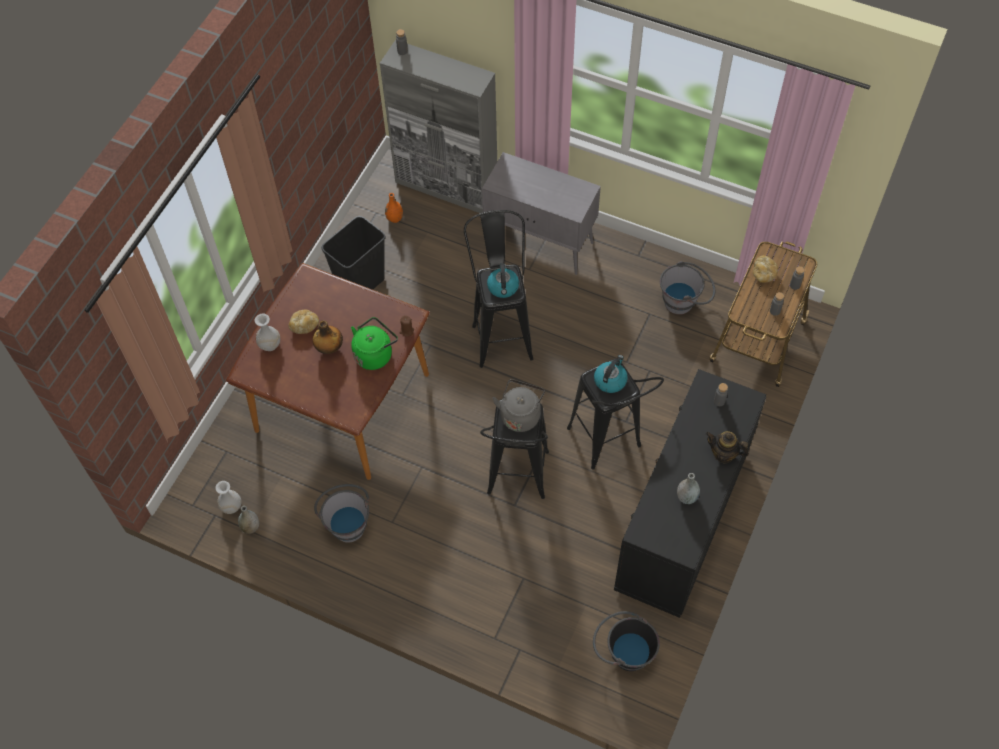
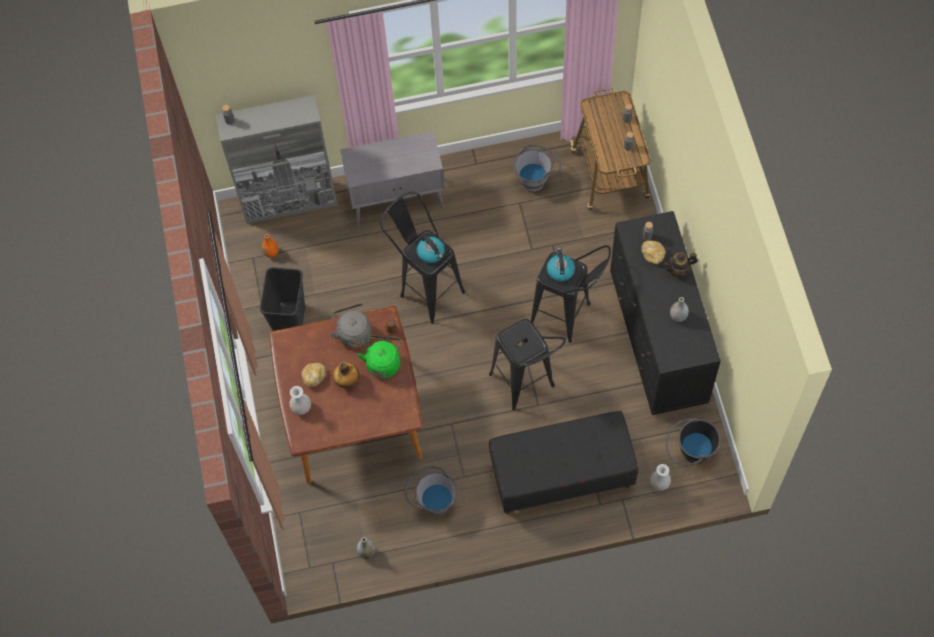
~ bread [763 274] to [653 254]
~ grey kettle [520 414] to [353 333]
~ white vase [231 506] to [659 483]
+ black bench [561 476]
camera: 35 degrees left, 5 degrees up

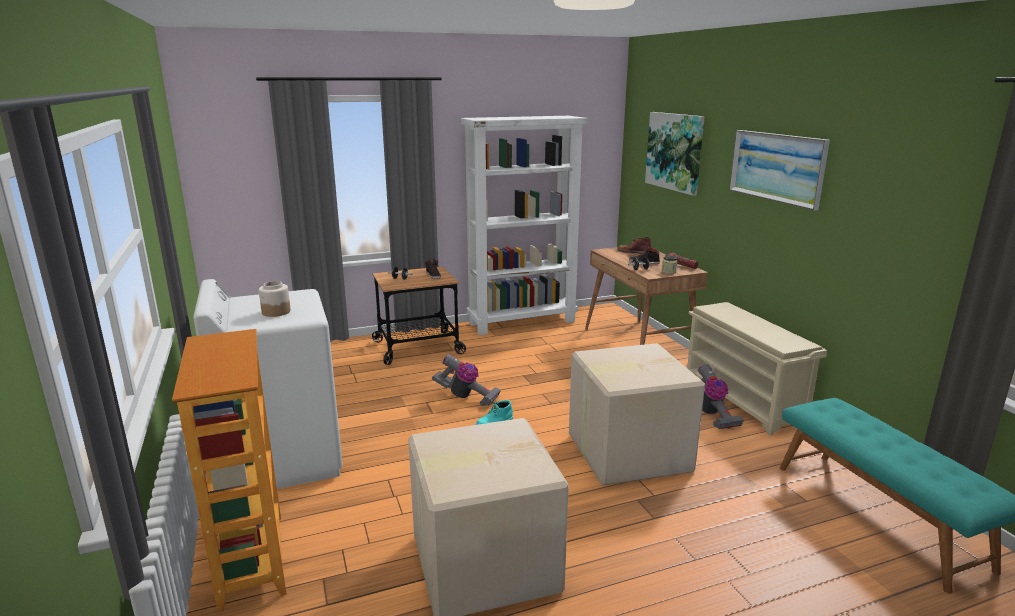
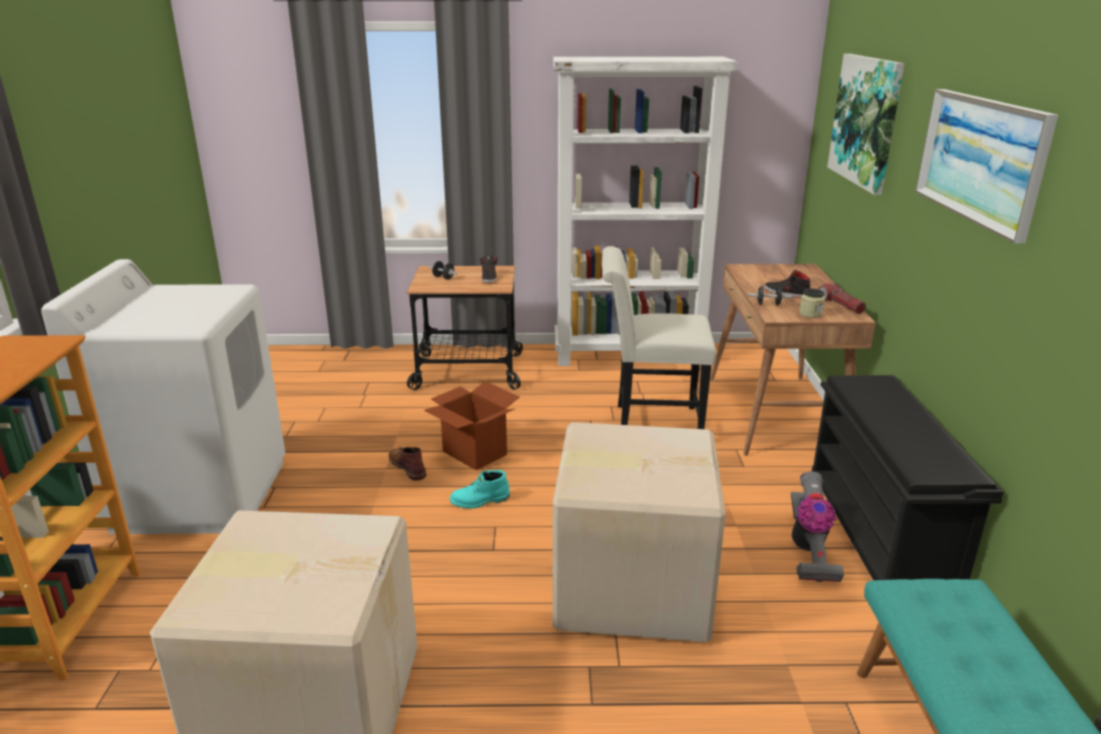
~ brown boot [634 252] to [407 466]
- jar [276 312]
~ beige shoe rack [743 400] to black shoe rack [879 538]
~ vacuum cleaner [466 397] to cardboard box [474 453]
+ white chair [649 424]
camera: 20 degrees right, 5 degrees up

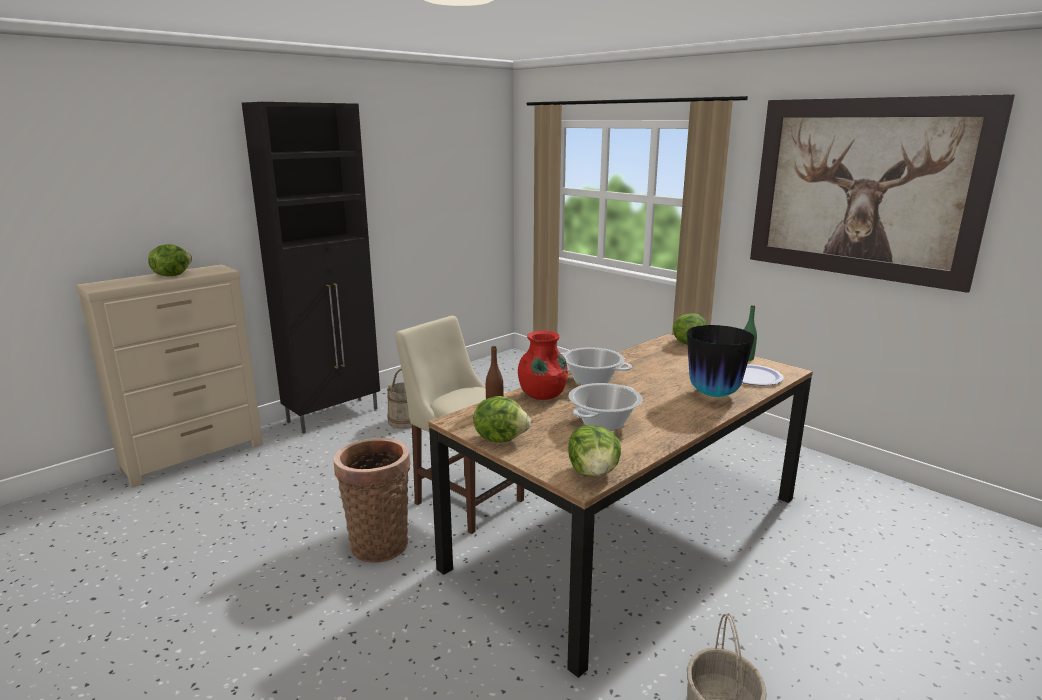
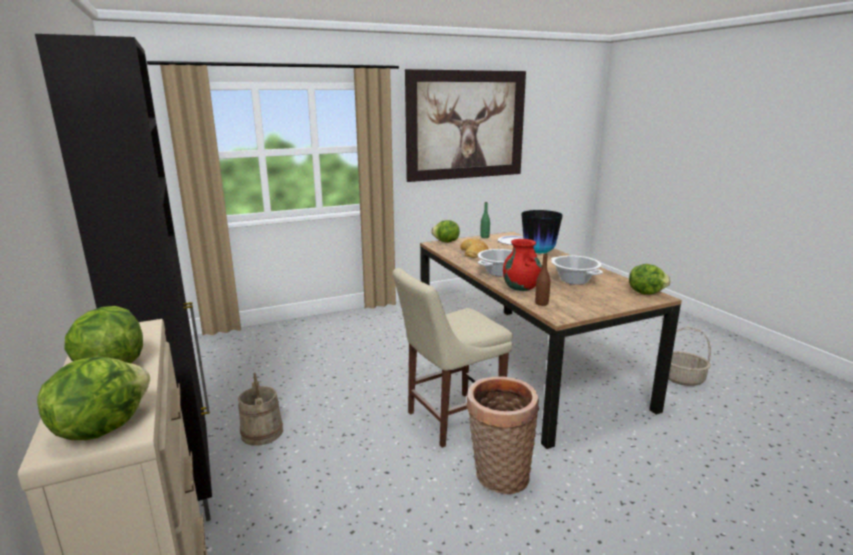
~ lettuce [501 438] to [101 427]
+ bread [474 252]
camera: 70 degrees left, 0 degrees up

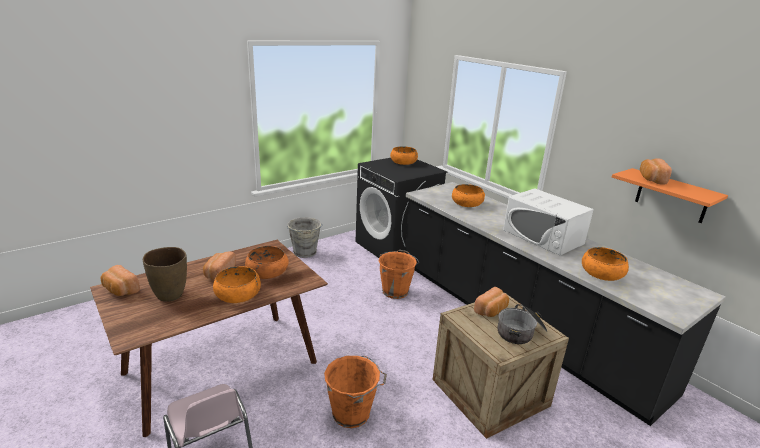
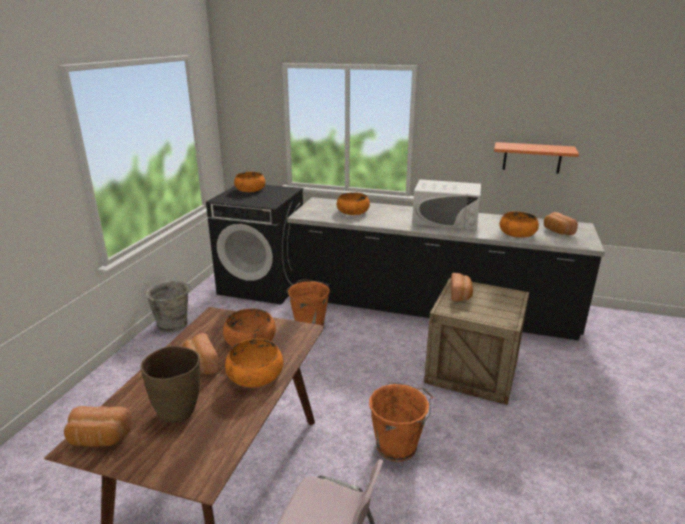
~ bread [651 179] to [557 231]
- cooking pot [520 332]
camera: 35 degrees left, 0 degrees up

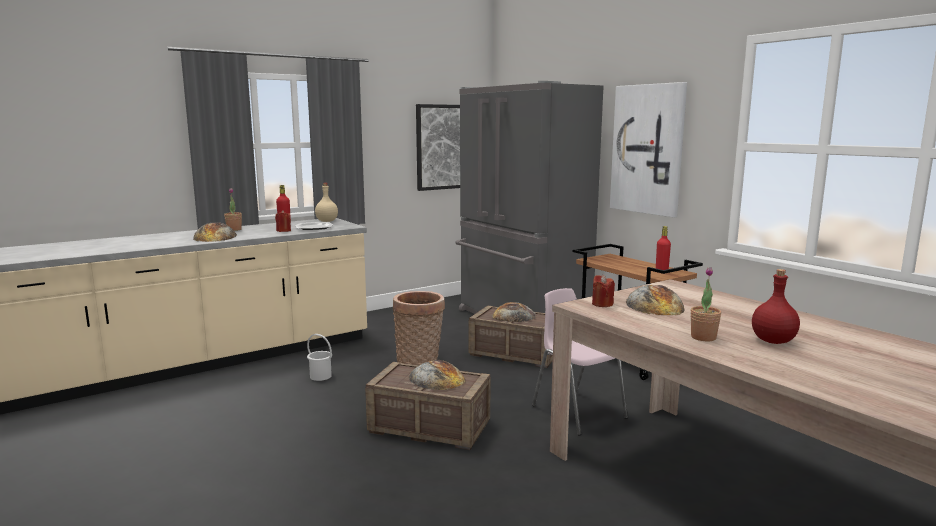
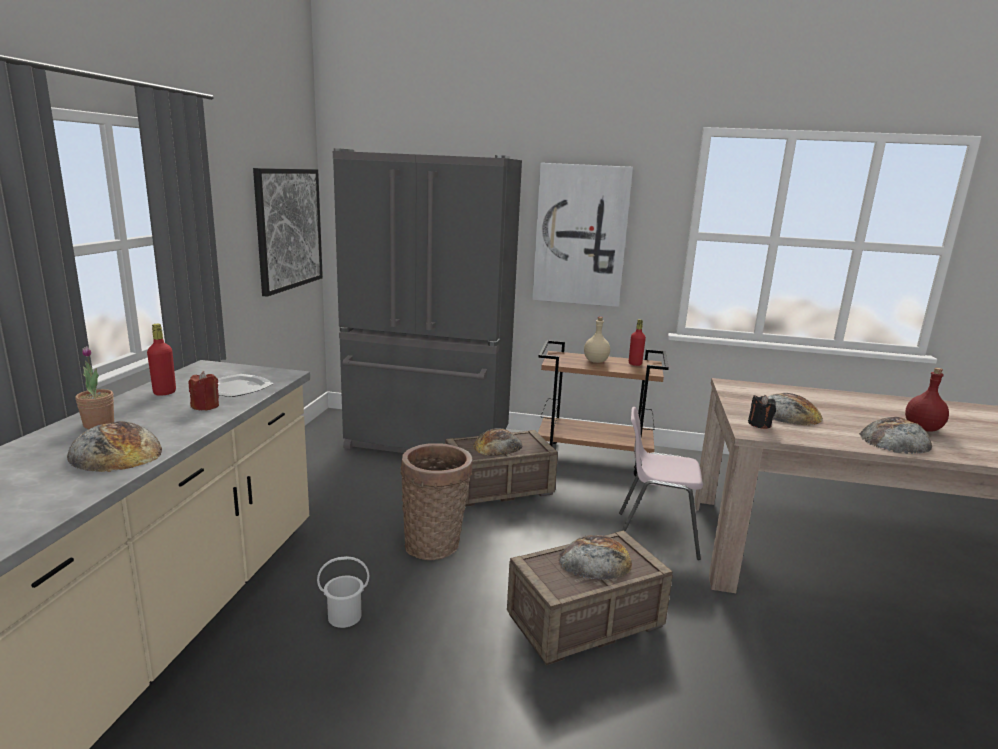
~ beige bottle [327 221] to [596 361]
~ potted plant [703 337] to bread [895 440]
~ red candle [602 304] to black candle [759 424]
camera: 45 degrees left, 5 degrees up

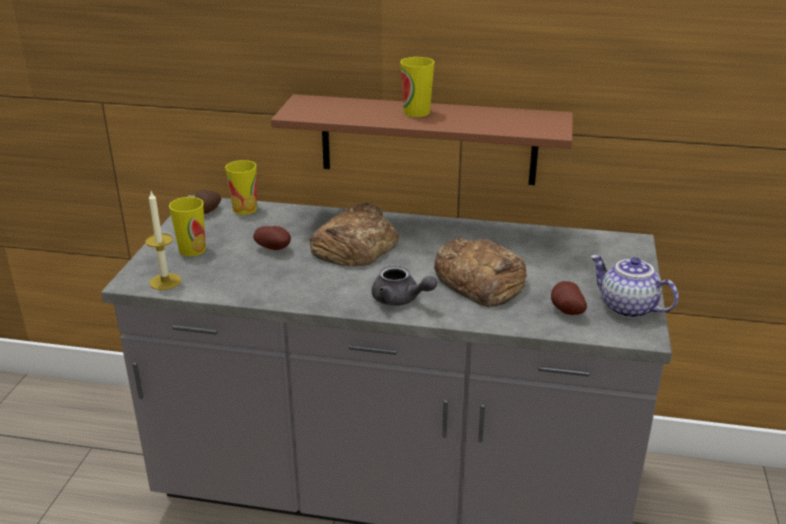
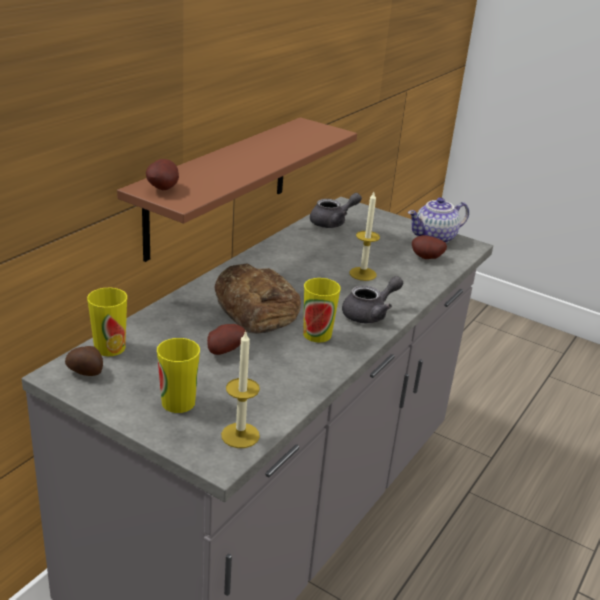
~ cup [416 112] to [317 334]
~ bread [479 281] to candle [363 274]
+ potato [164 189]
+ grey teapot [333 222]
camera: 70 degrees left, 0 degrees up

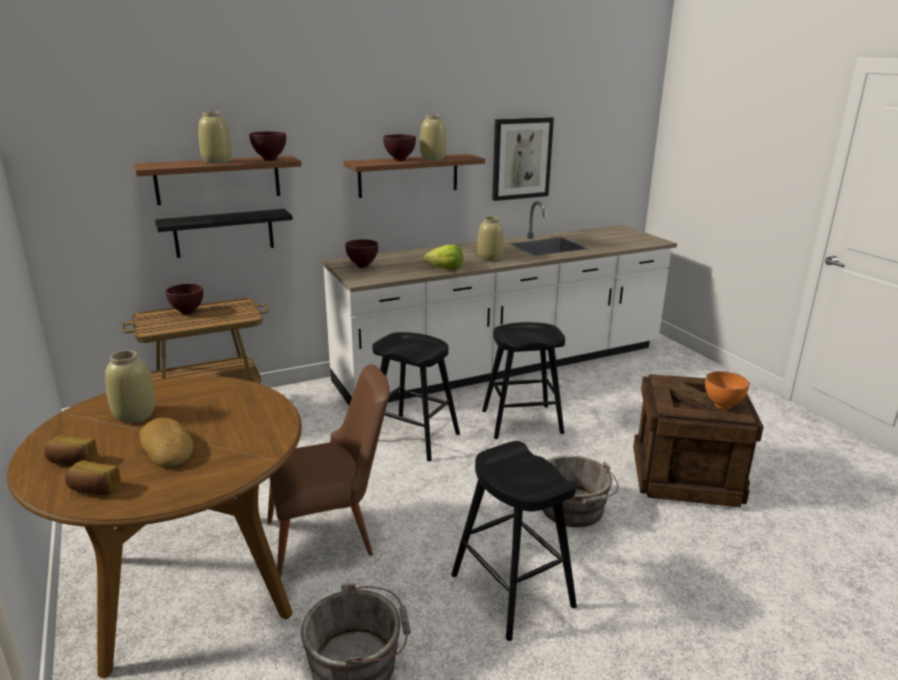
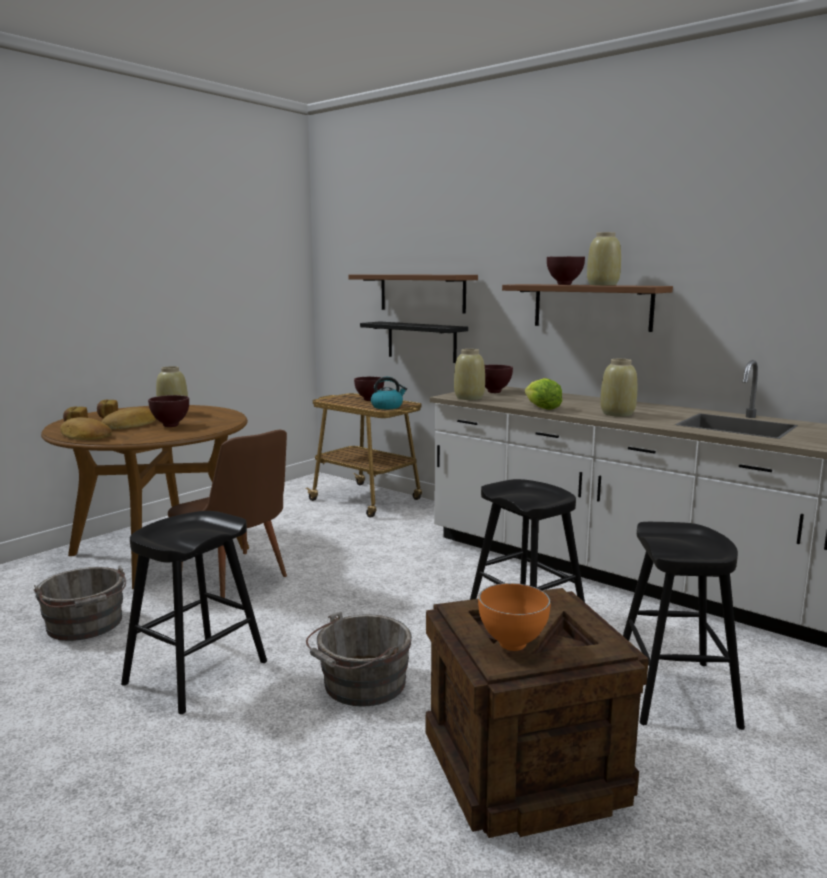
~ beige vase [217 161] to [468 398]
- picture [521 158]
~ brown bowl [269 159] to [172 426]
~ black stool [413 437] to [674 692]
+ kettle [387 407]
+ bread [85 436]
camera: 65 degrees right, 10 degrees down

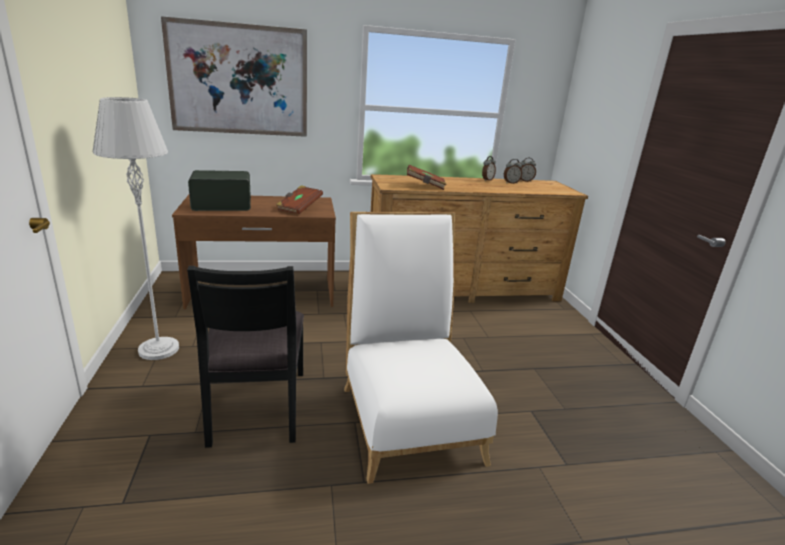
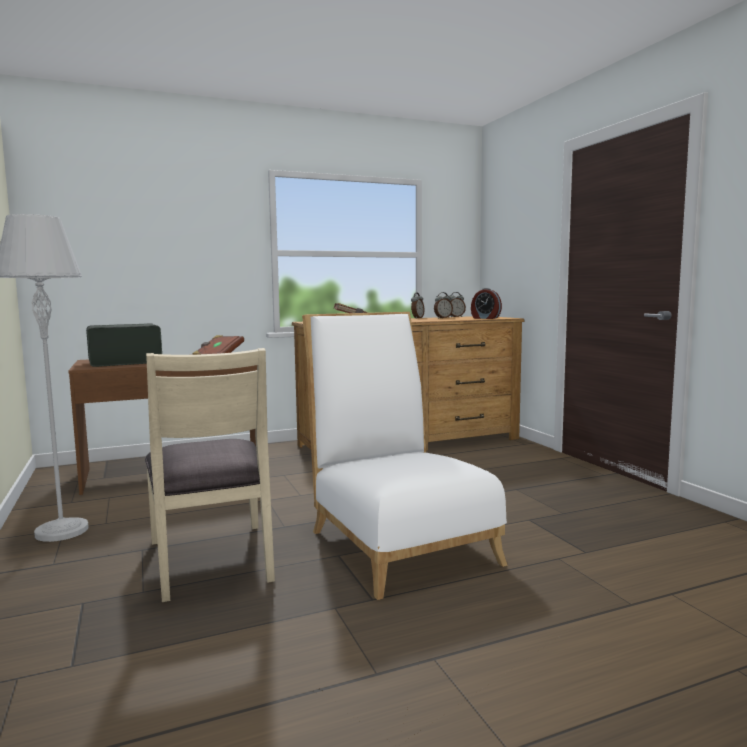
- picture [239 80]
~ black chair [256 406] to beige chair [212 560]
+ alarm clock [485 318]
camera: 10 degrees left, 15 degrees down

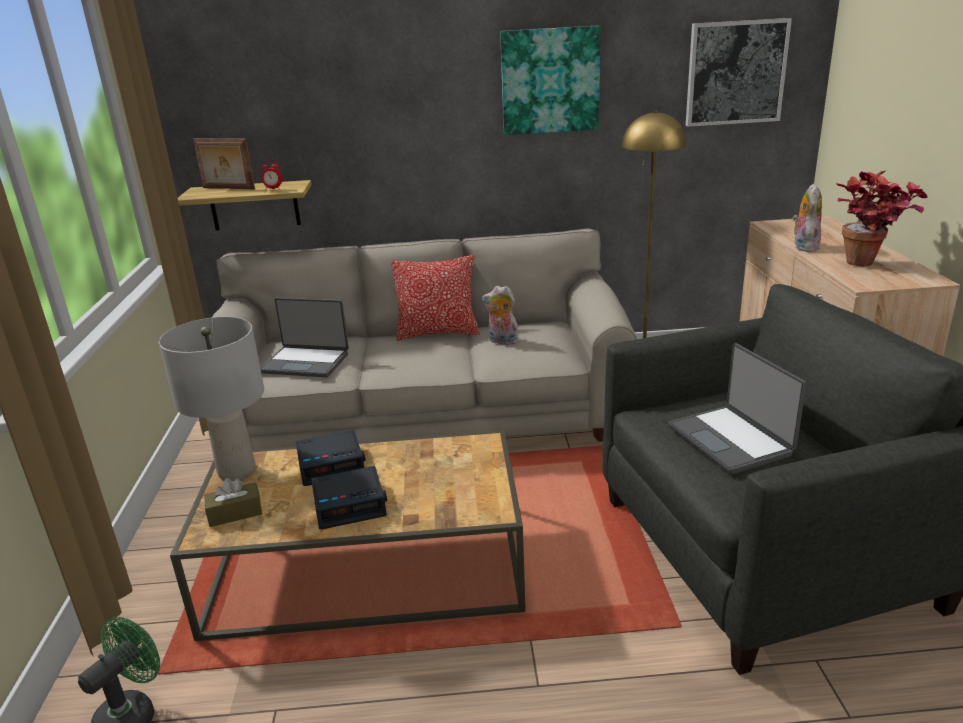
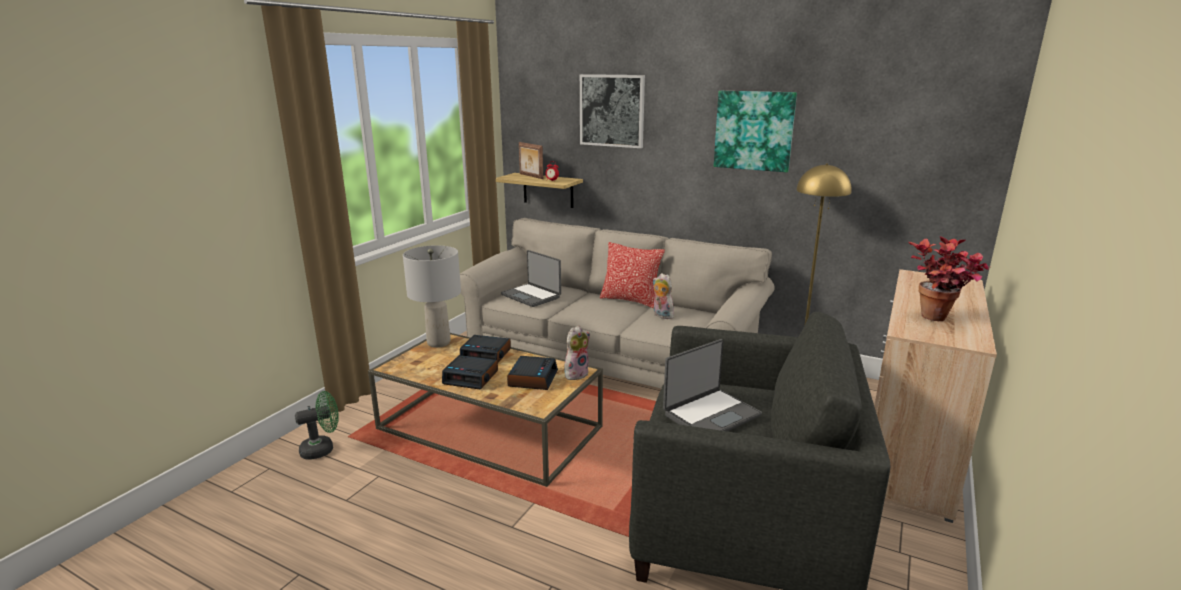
~ picture [735 73] to [612 110]
~ plush toy [803 247] to [576 374]
~ laptop [731 440] = [710 414] 135 degrees counterclockwise
- brown tissue box [235 513]
+ alarm clock [532 378]
camera: 30 degrees right, 5 degrees down

